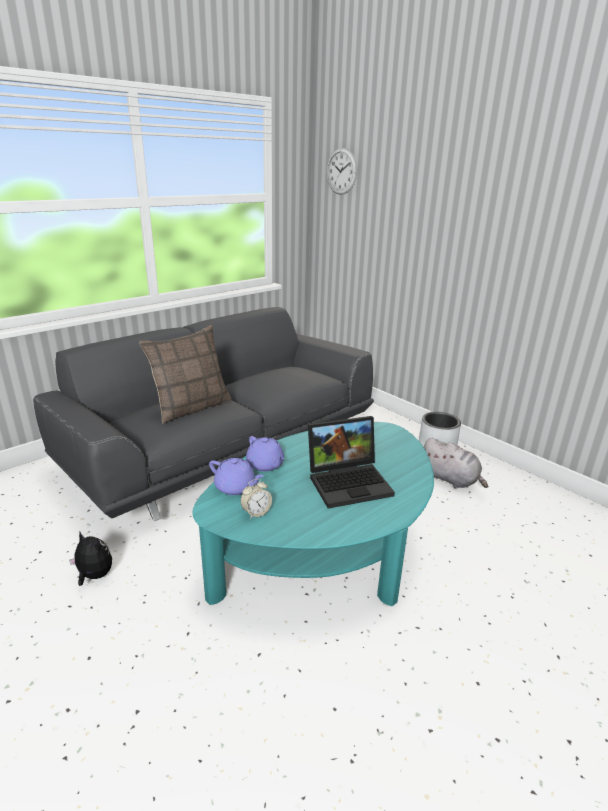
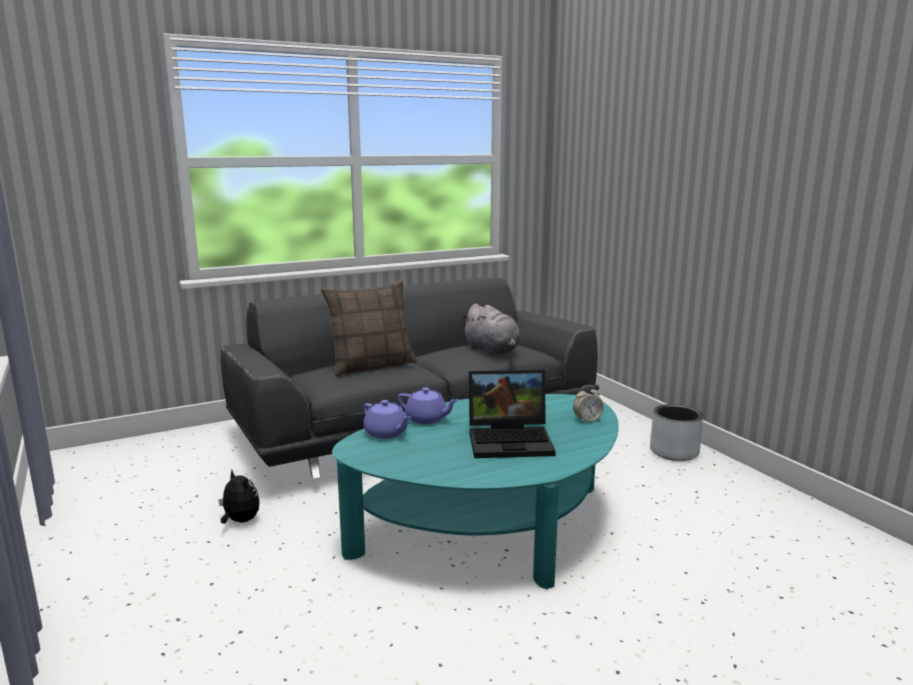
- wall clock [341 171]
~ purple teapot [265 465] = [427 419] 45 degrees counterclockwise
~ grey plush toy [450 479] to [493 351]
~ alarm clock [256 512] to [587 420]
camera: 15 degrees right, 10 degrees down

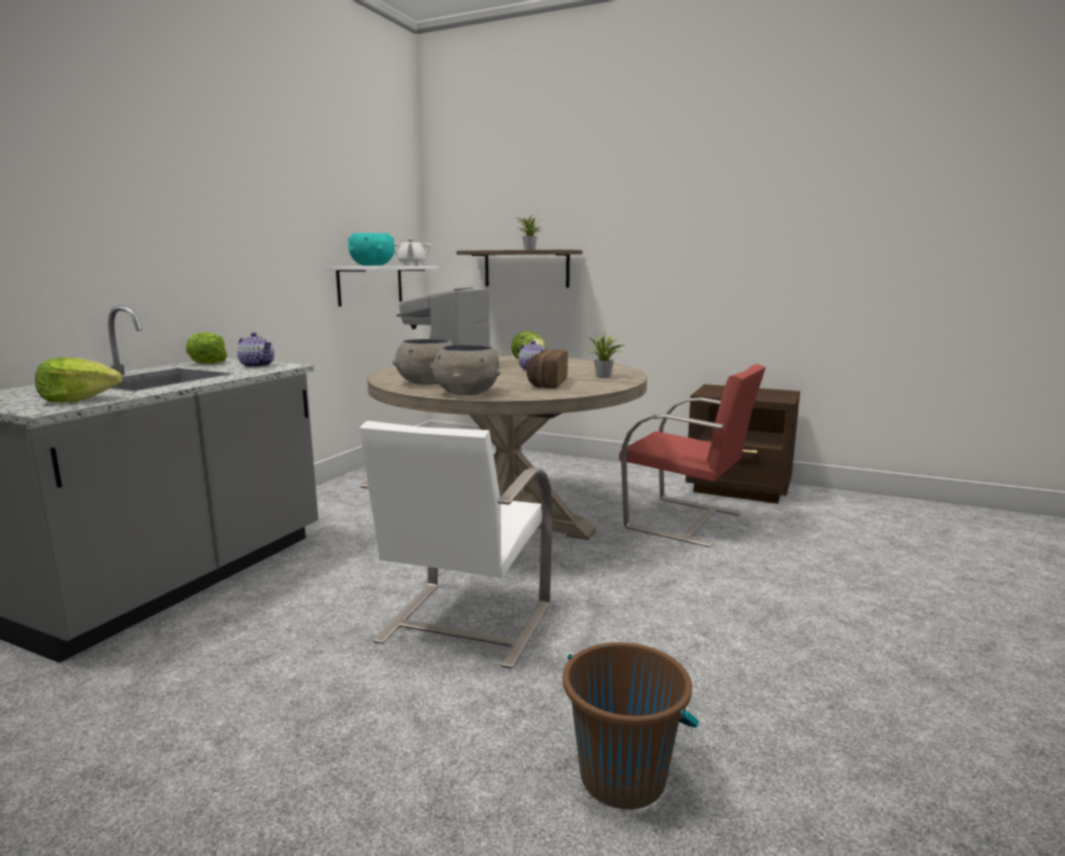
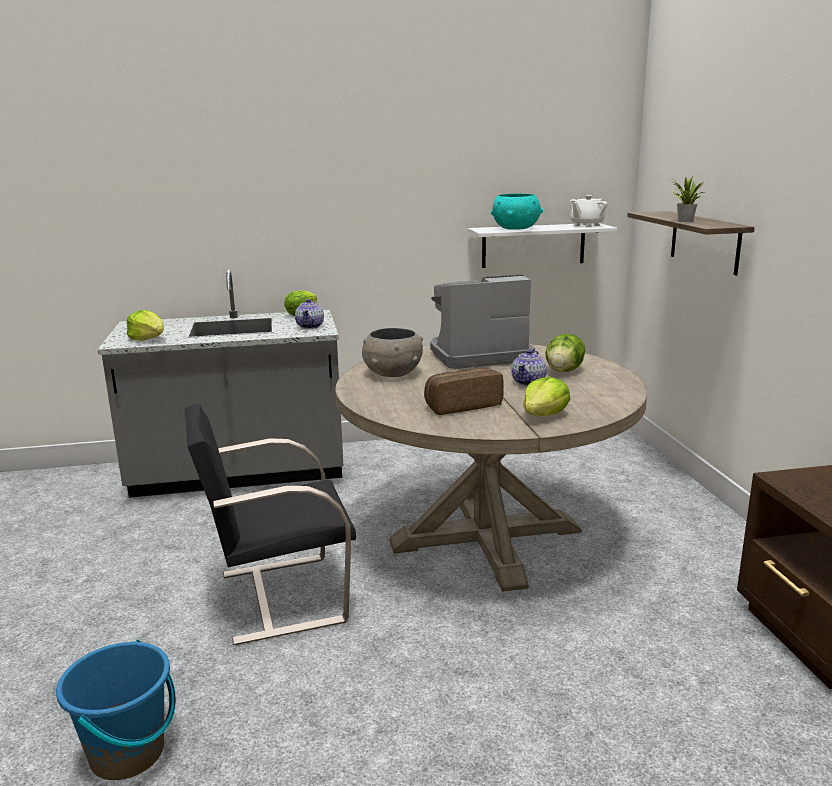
~ potted plant [604 377] to lettuce [544 415]
- grey bowl [467 393]
- red chair [685 521]
~ white chair [463 624] to black chair [279 597]
~ brown bucket [623 777] to blue bucket [128 753]
camera: 55 degrees right, 5 degrees up

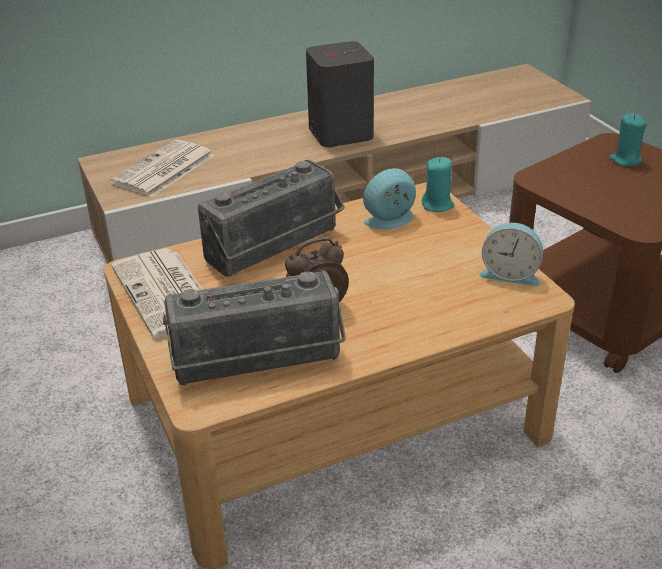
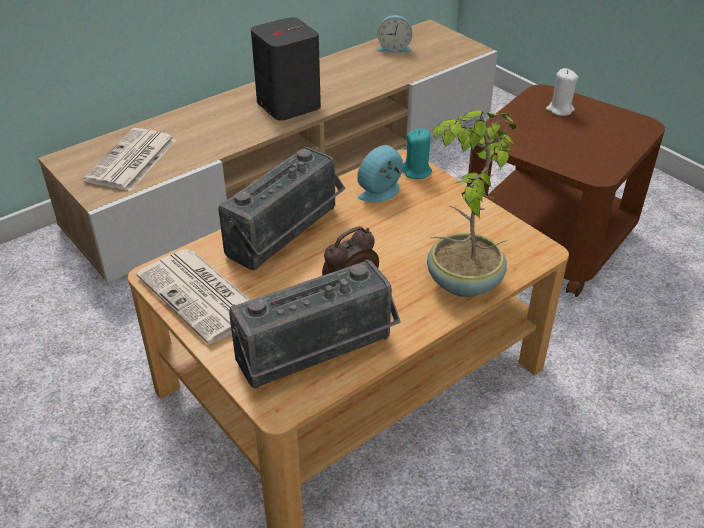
~ turquoise candle [625 160] to white candle [559 110]
~ alarm clock [510 274] to [394 48]
+ potted plant [462 282]
camera: 15 degrees left, 5 degrees up

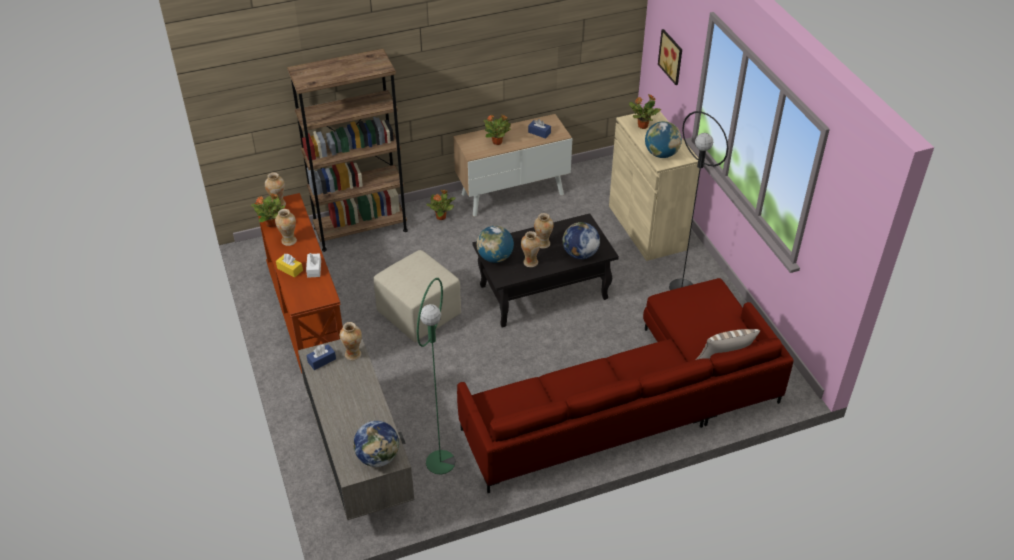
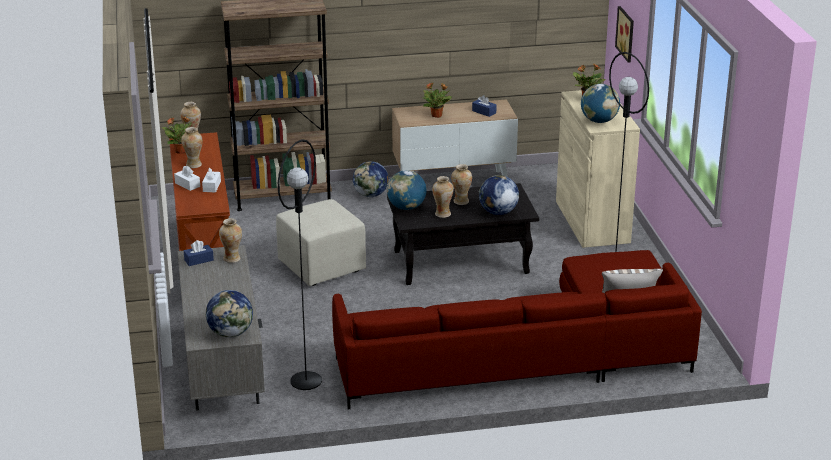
~ potted plant [441 217] to globe [371 195]
~ yellow tissue box [290 269] to white tissue box [187 185]
~ green floor lamp [440 462] to black floor lamp [306 381]
camera: 10 degrees right, 15 degrees down

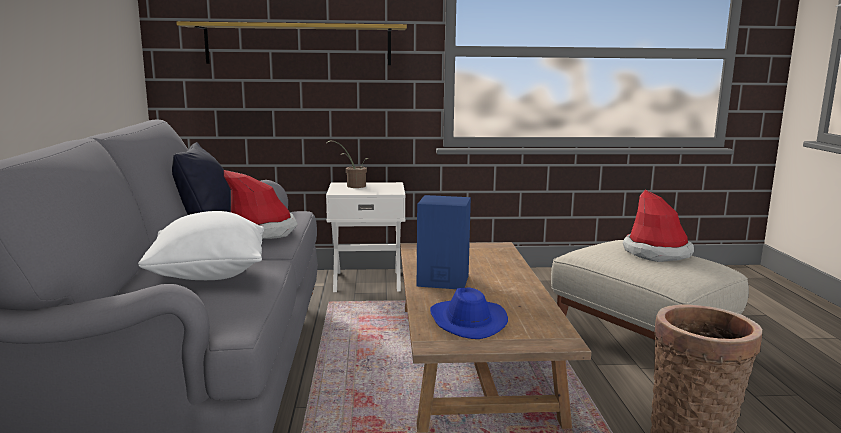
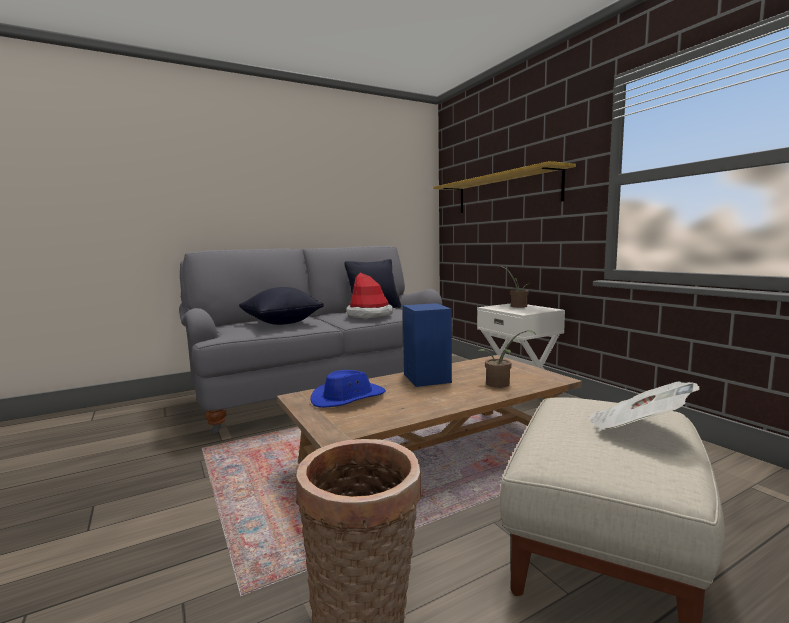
~ hat [657 253] to newspaper [635 429]
~ white pillow [209 275] to black pillow [282 323]
+ potted plant [501 384]
camera: 65 degrees right, 5 degrees down

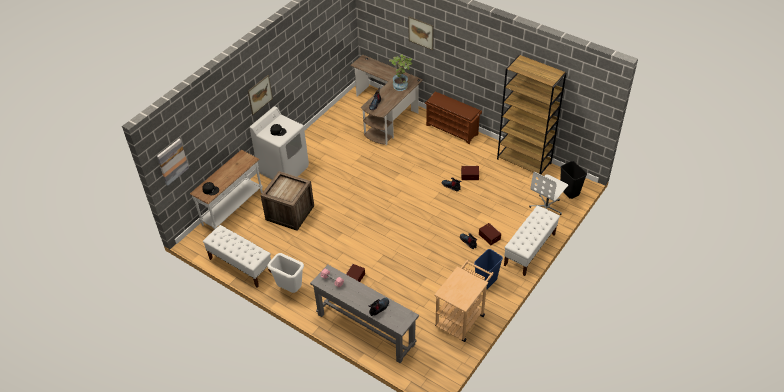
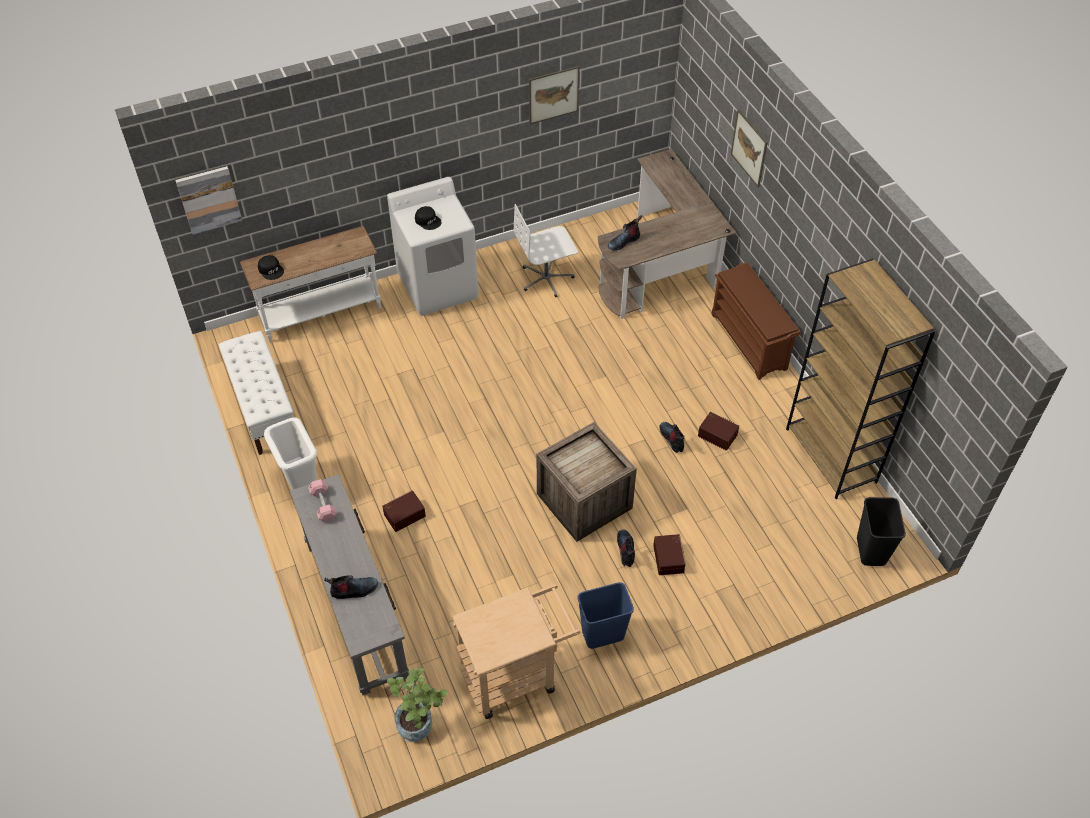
~ potted plant [401 85] to [420 723]
~ picture [260 94] to [553 94]
~ crate [290 213] to [584 502]
~ white office chair [546 207] to [546 279]
- white bench [529 250]
camera: 30 degrees right, 5 degrees up

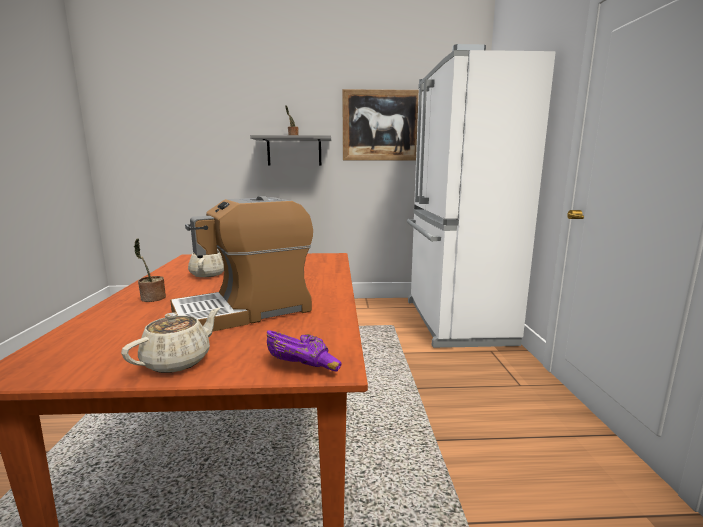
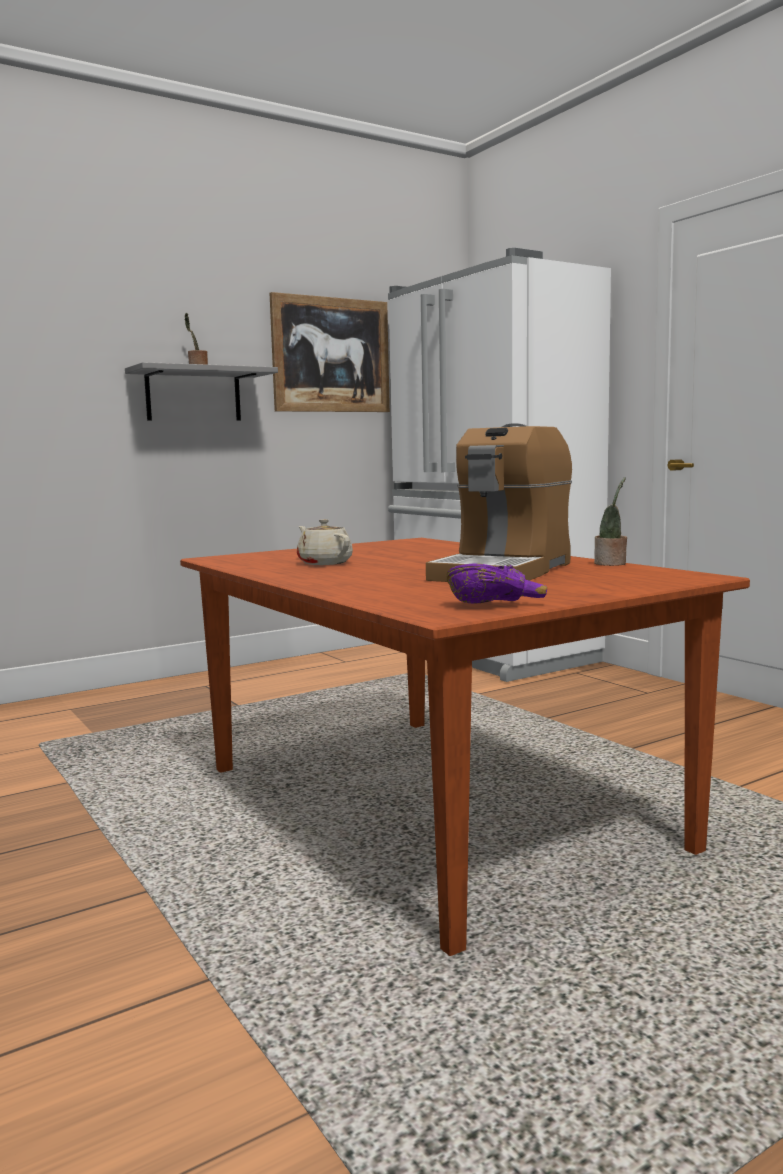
~ potted plant [152 298] to [611 564]
- beige teapot [178 361]
~ purple bowl [305 365] to [496 604]
camera: 30 degrees left, 5 degrees down

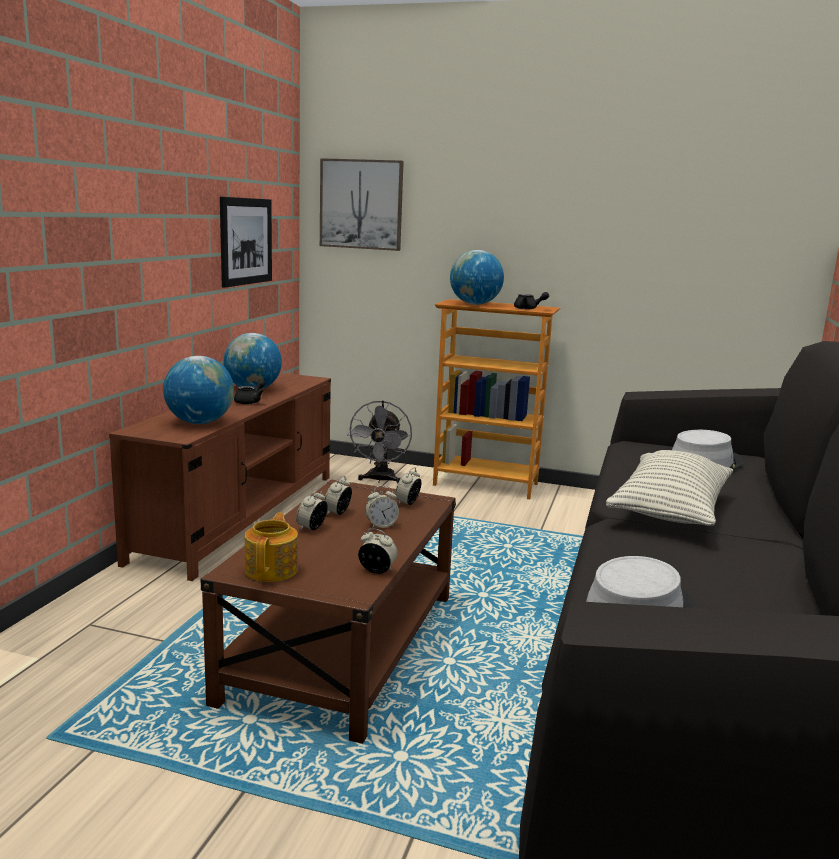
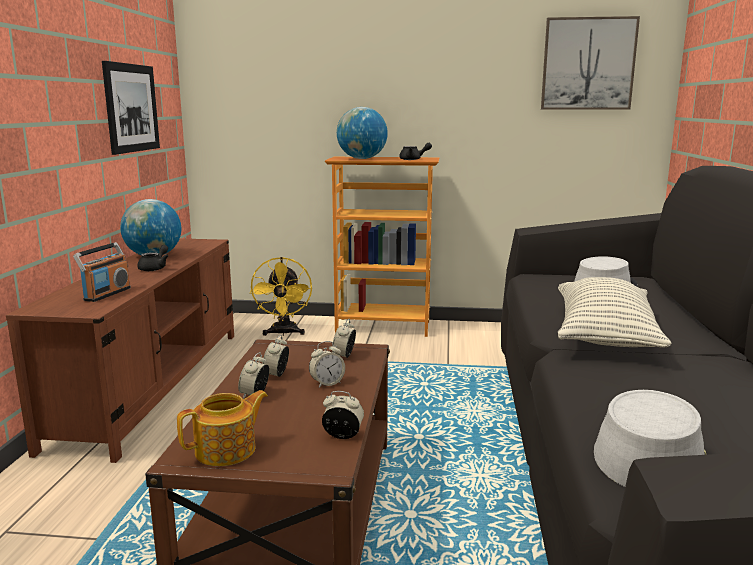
~ picture [361 204] to [588 64]
~ globe [200 422] to radio [107 294]
~ grey fan [380 480] to yellow fan [283 333]
~ teapot [272 569] = [227 450] 60 degrees clockwise
camera: 10 degrees left, 0 degrees up

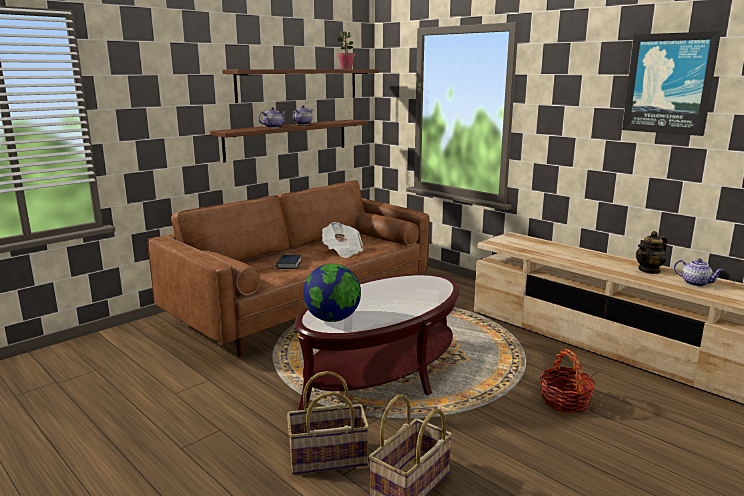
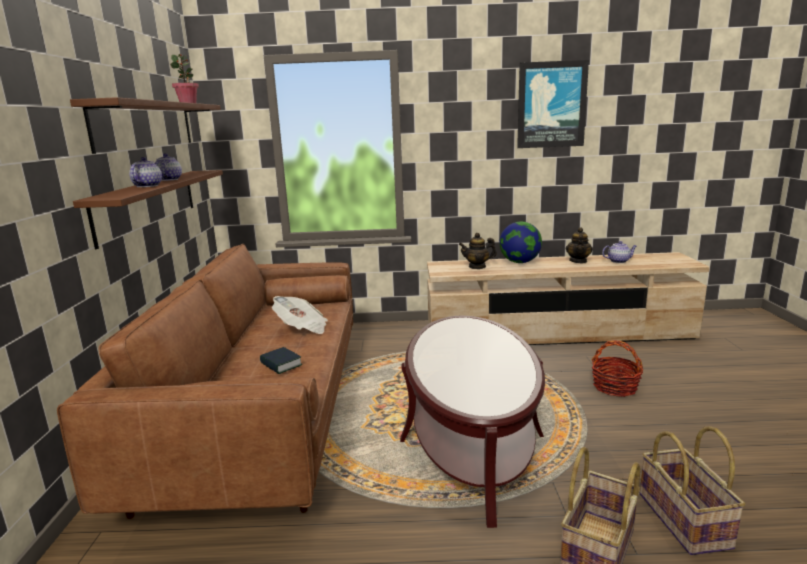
~ globe [332 319] to [520 262]
+ teapot [477 266]
camera: 45 degrees left, 0 degrees up

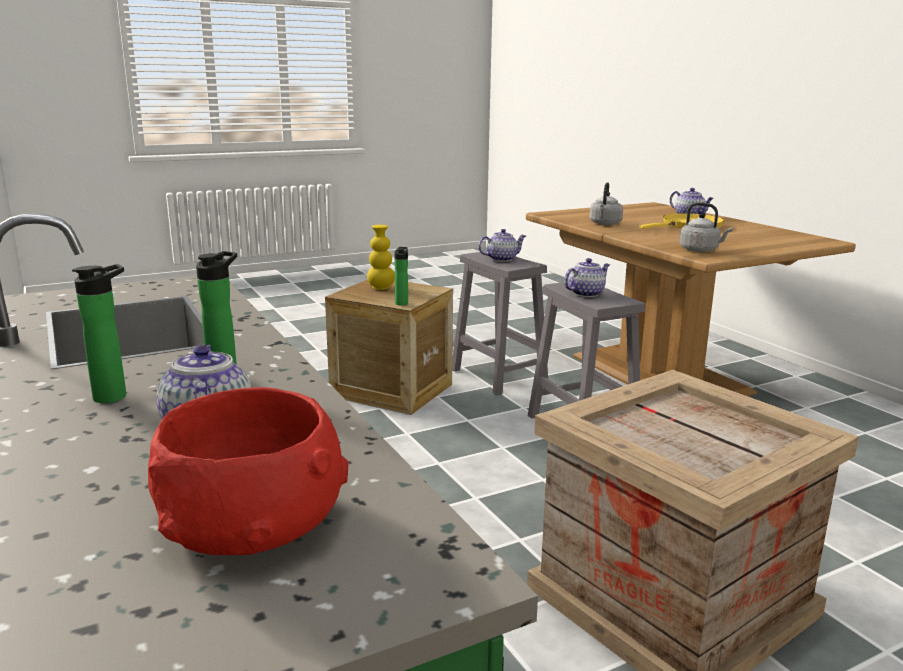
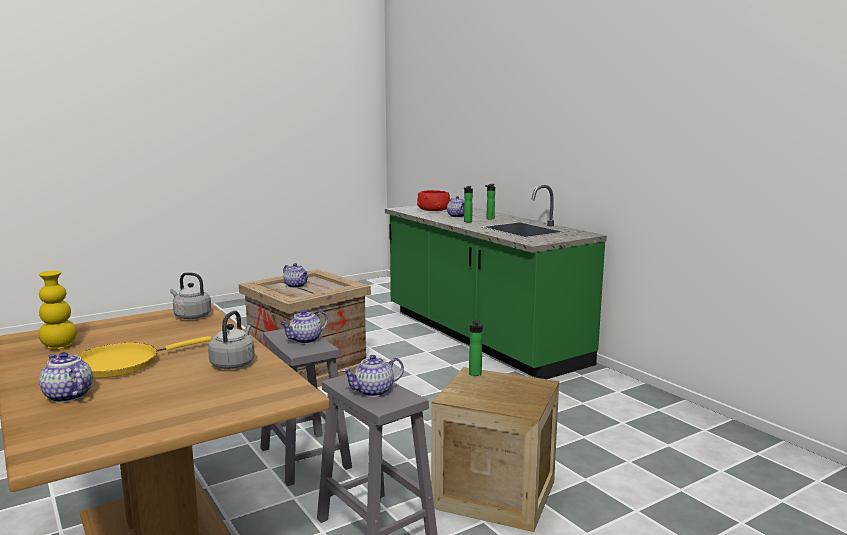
~ yellow vase [381 288] to [59 346]
+ teapot [296 285]
camera: 175 degrees right, 5 degrees down

